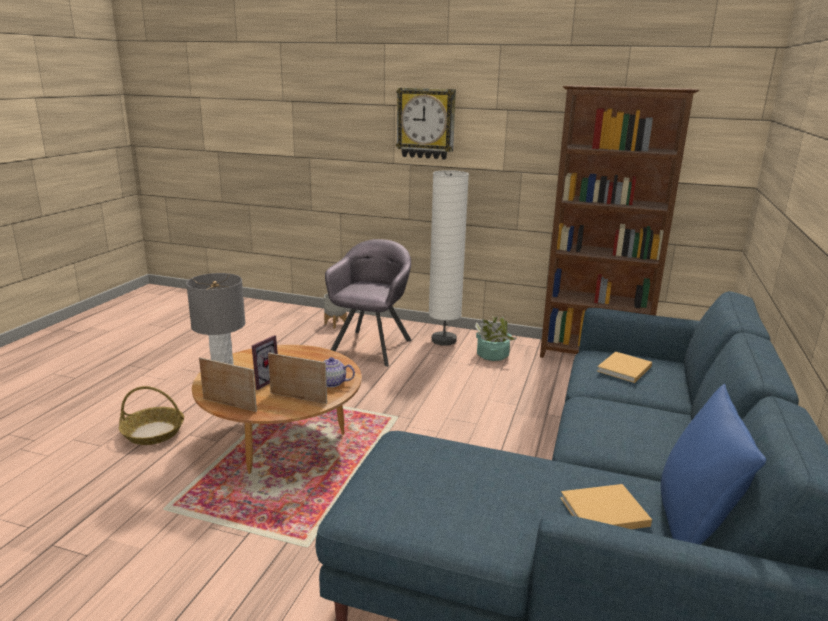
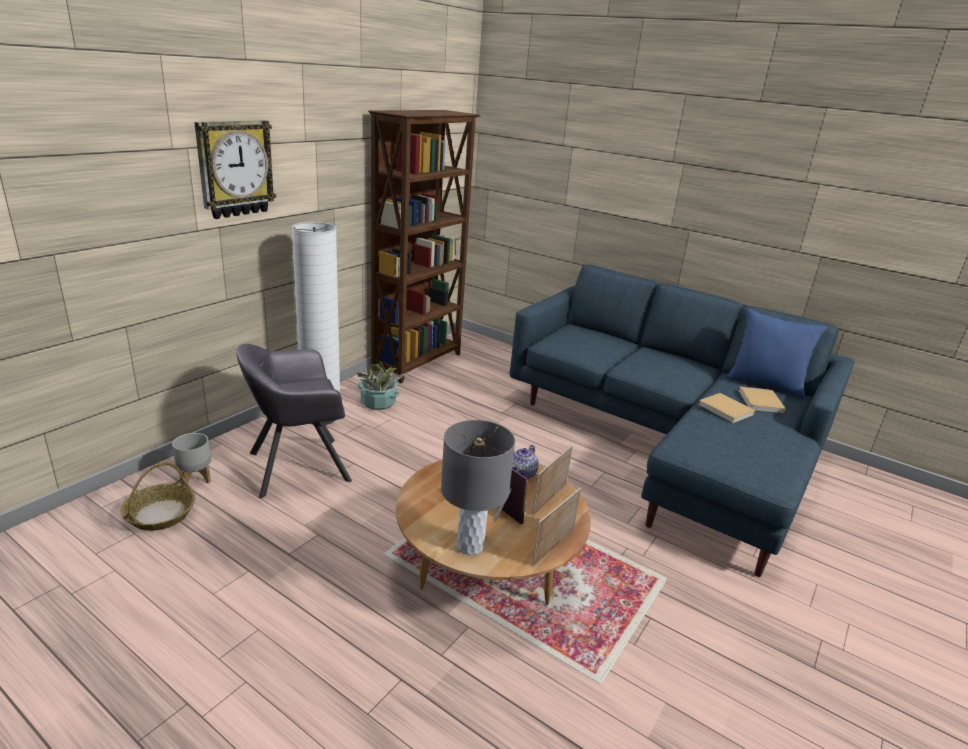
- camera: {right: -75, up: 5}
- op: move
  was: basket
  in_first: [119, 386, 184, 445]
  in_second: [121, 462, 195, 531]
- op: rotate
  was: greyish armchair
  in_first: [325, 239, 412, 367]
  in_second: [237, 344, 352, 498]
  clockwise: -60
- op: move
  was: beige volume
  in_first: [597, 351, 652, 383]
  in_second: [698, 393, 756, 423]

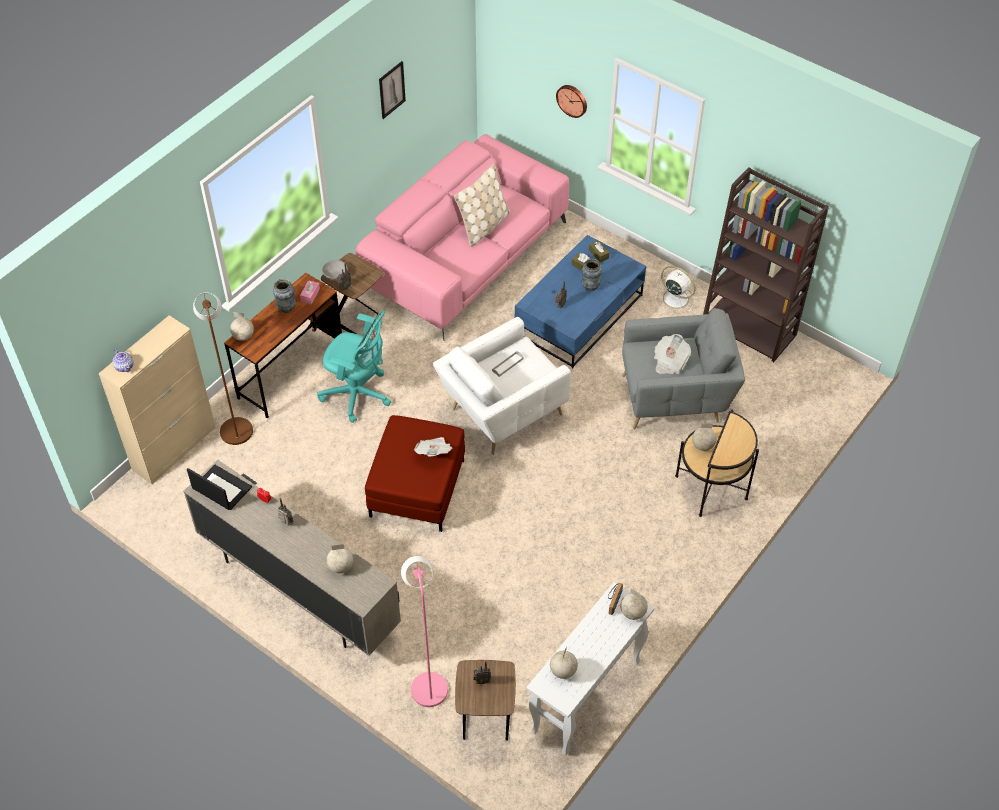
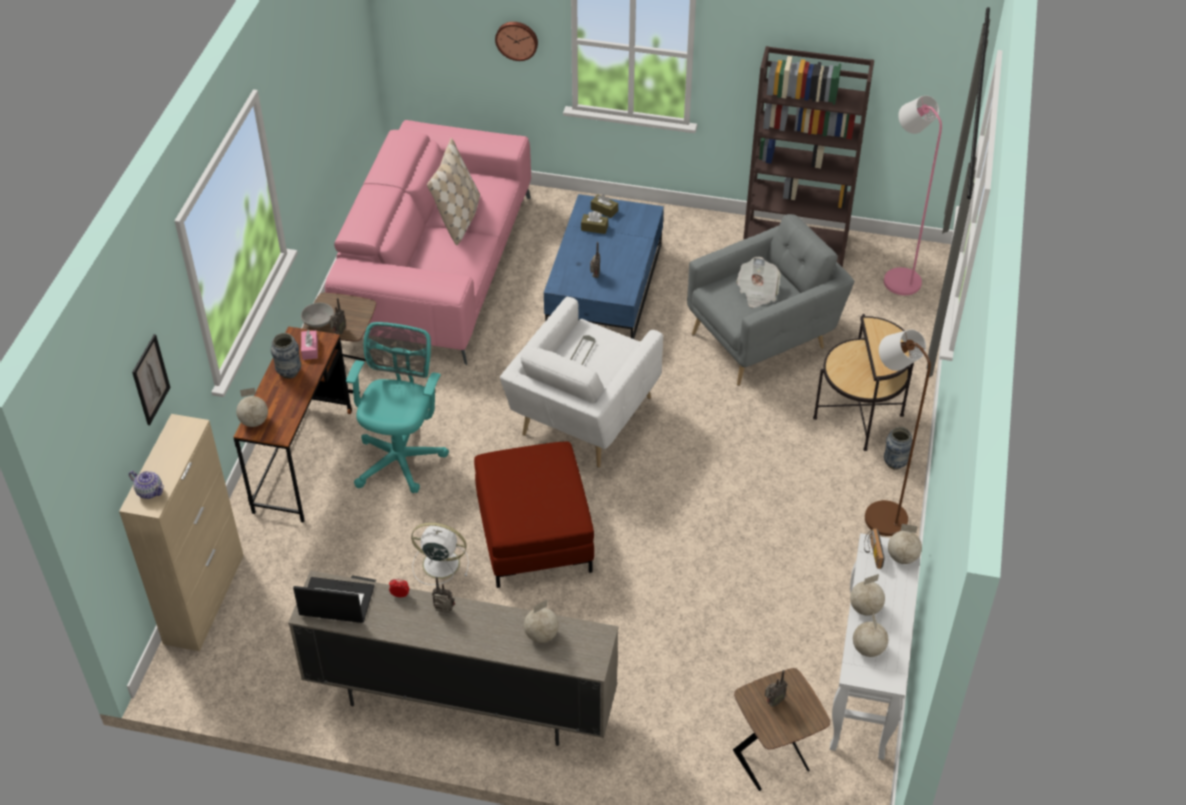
- camera: {right: -25, up: -5}
- op: move
  was: brown-coloured standing lamp
  in_first: [193, 292, 253, 445]
  in_second: [865, 330, 931, 536]
- op: rotate
  was: turquoise desk chair
  in_first: [317, 311, 391, 423]
  in_second: [346, 322, 449, 493]
  clockwise: -75
- op: move
  was: wall art
  in_first: [379, 61, 406, 119]
  in_second: [132, 334, 170, 425]
- op: move
  was: pink-coloured standing lamp
  in_first: [401, 556, 448, 707]
  in_second: [884, 95, 942, 295]
- op: delete
  was: printed paper
  in_first: [414, 437, 453, 457]
- op: move
  was: vase
  in_first: [582, 259, 602, 291]
  in_second: [884, 427, 912, 470]
- op: move
  was: whitish electric fan
  in_first: [656, 266, 696, 312]
  in_second: [411, 522, 469, 585]
- op: move
  was: desk globe
  in_first: [692, 423, 717, 451]
  in_second: [850, 574, 885, 616]

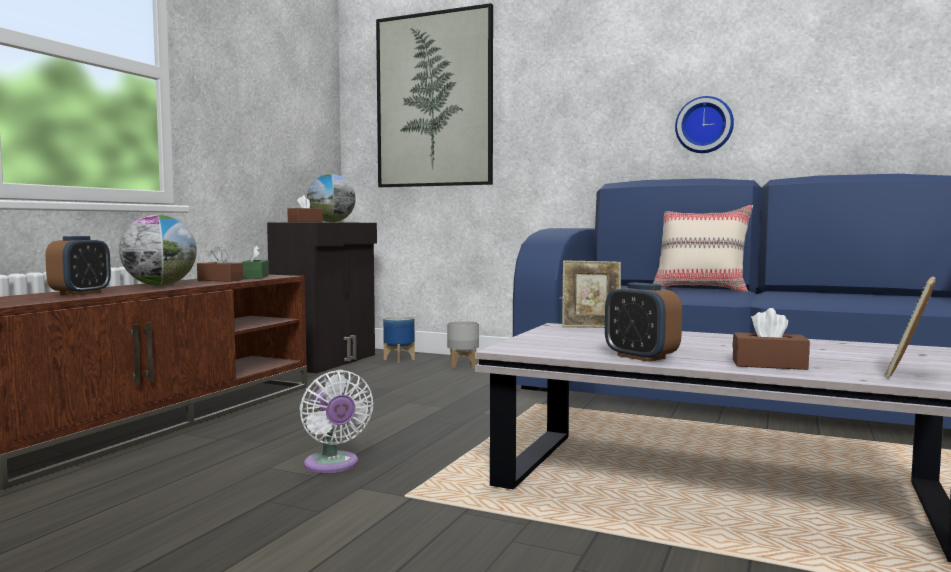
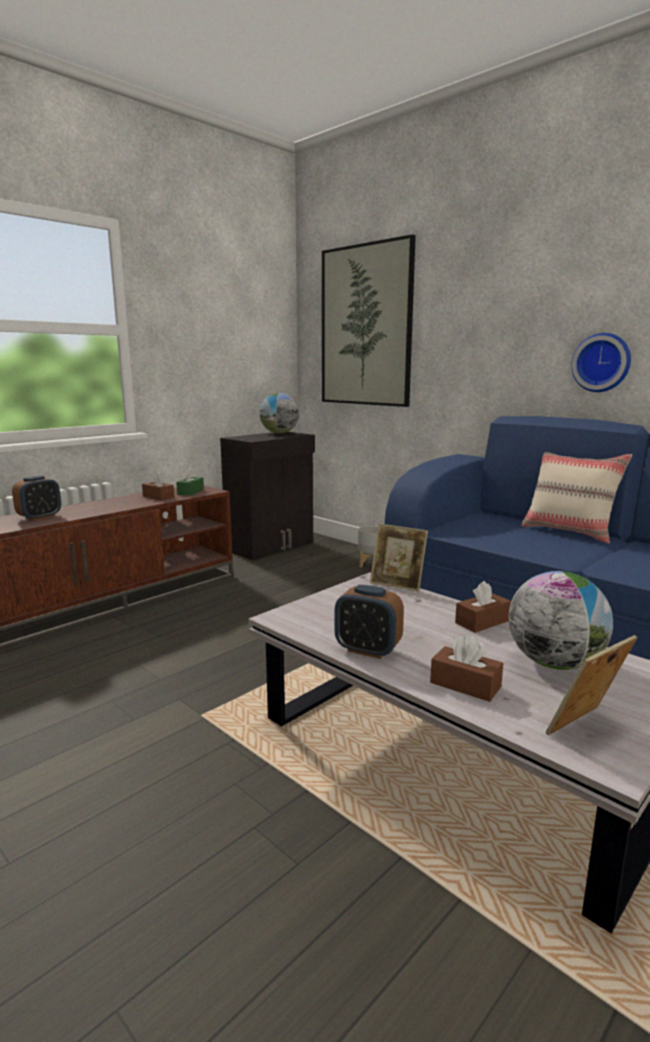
- camera: {right: 20, up: 10}
- op: move
  was: desk globe
  in_first: [119, 215, 197, 286]
  in_second: [509, 571, 613, 670]
- op: move
  was: brown-coloured tissue holder
  in_first: [287, 195, 323, 222]
  in_second: [455, 581, 511, 633]
- op: delete
  was: whitish electric fan
  in_first: [299, 370, 374, 473]
- op: delete
  was: plant pot
  in_first: [383, 316, 415, 363]
- op: rotate
  was: bedside clock
  in_first: [605, 282, 682, 362]
  in_second: [334, 585, 404, 659]
  clockwise: -45

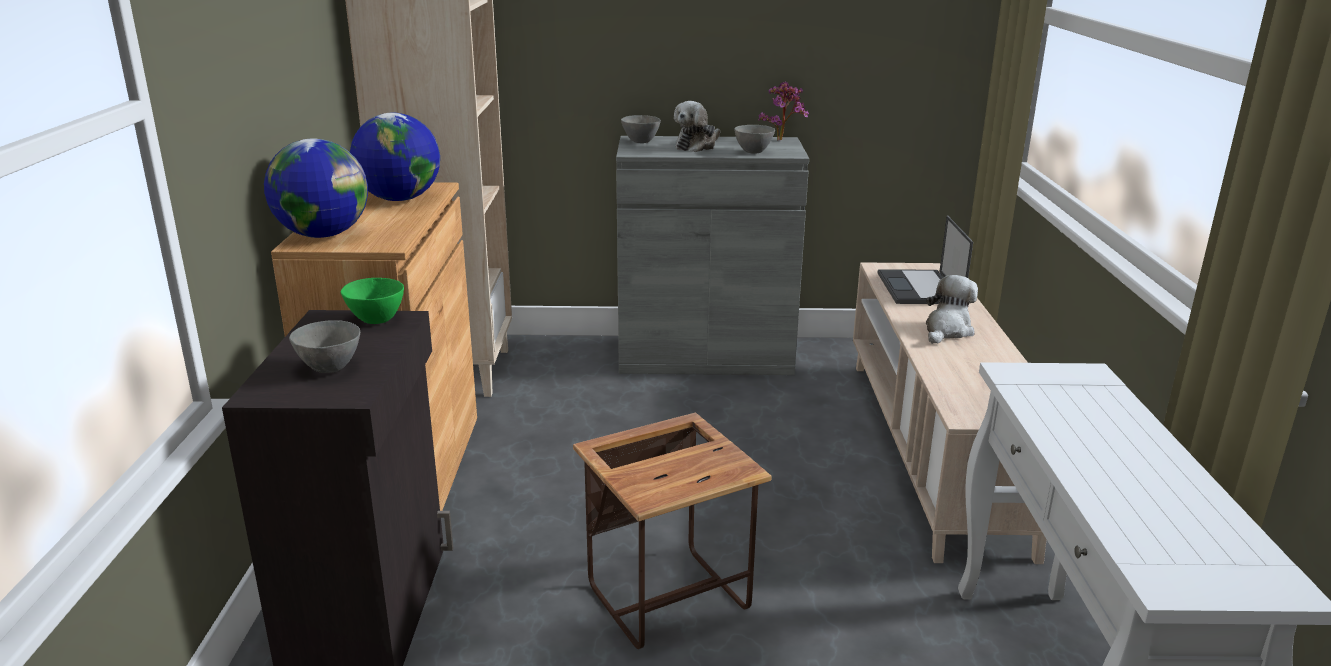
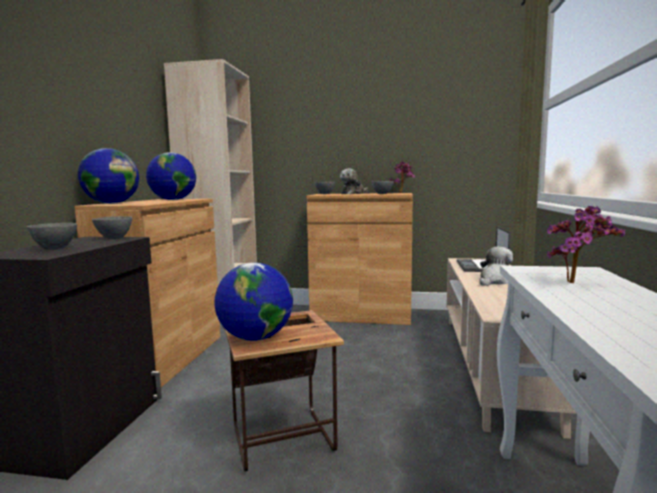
- camera: {right: 10, up: -15}
- op: recolor
  was: green serving bowl
  now: greyish serving bowl
  in_first: [341, 278, 404, 324]
  in_second: [92, 216, 132, 239]
- op: recolor
  was: greyish cupboard
  now: brown-coloured cupboard
  in_first: [616, 136, 809, 375]
  in_second: [307, 193, 413, 325]
- op: insert
  now: desk globe
  in_second: [214, 262, 293, 341]
- op: insert
  now: potted plant
  in_second: [547, 206, 625, 284]

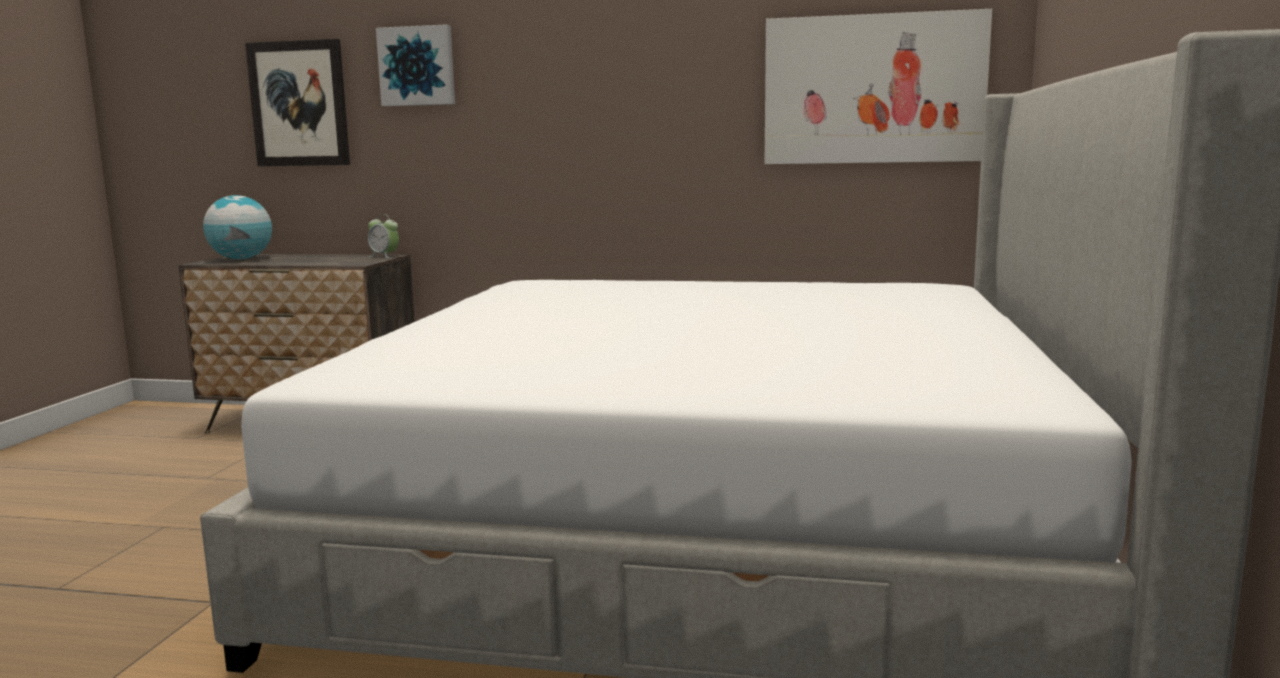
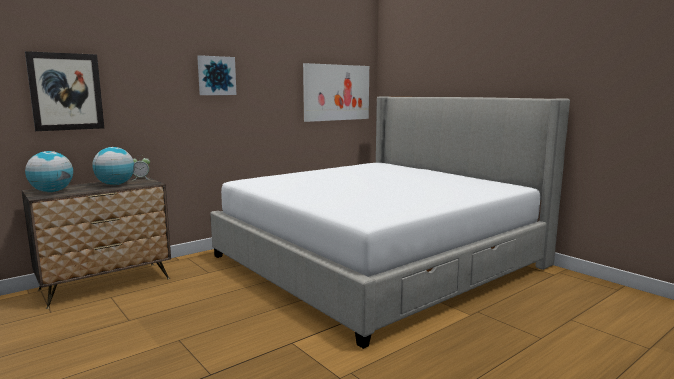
- camera: {right: -50, up: 0}
- op: move
  was: wall art
  in_first: [376, 24, 455, 106]
  in_second: [197, 55, 237, 95]
- op: insert
  now: desk globe
  in_second: [92, 147, 135, 185]

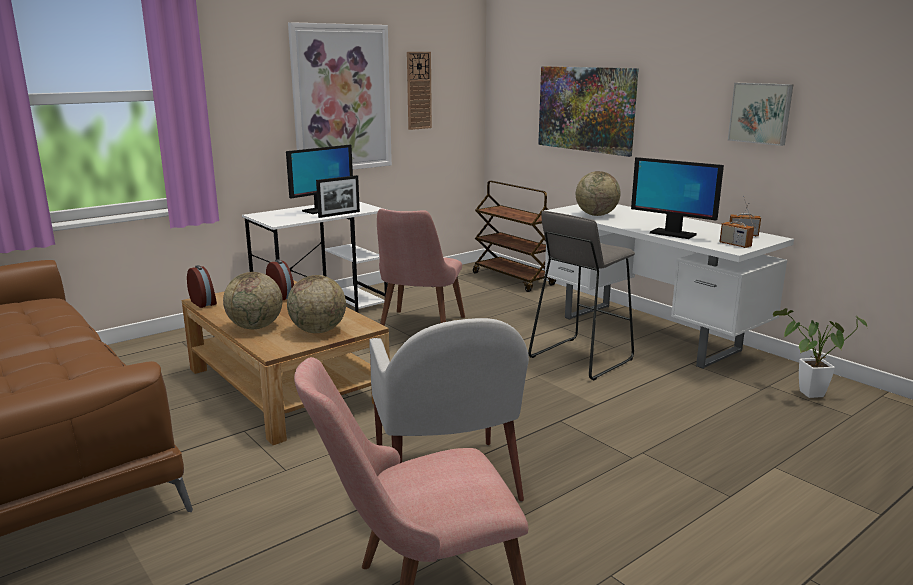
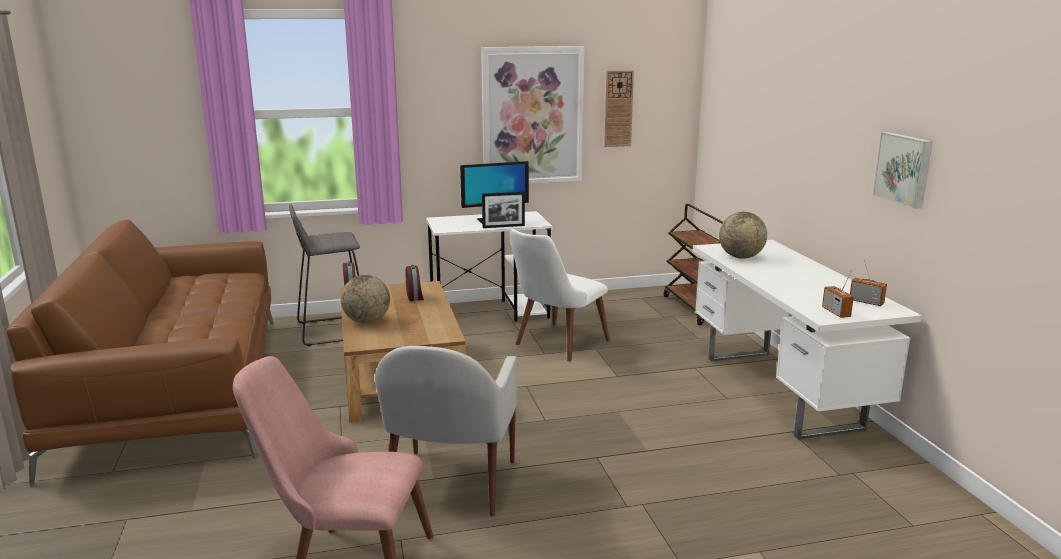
- camera: {right: 25, up: 0}
- op: delete
  was: desk globe
  in_first: [287, 275, 346, 333]
- op: recolor
  was: pink-coloured chair
  now: whitish chair
  in_first: [377, 208, 465, 326]
  in_second: [510, 228, 610, 361]
- op: move
  was: greyish sitting stool
  in_first: [528, 211, 635, 380]
  in_second: [289, 204, 360, 346]
- op: delete
  was: wall art
  in_first: [538, 66, 639, 157]
- op: delete
  was: monitor
  in_first: [631, 157, 724, 239]
- op: delete
  was: potted plant
  in_first: [773, 308, 867, 398]

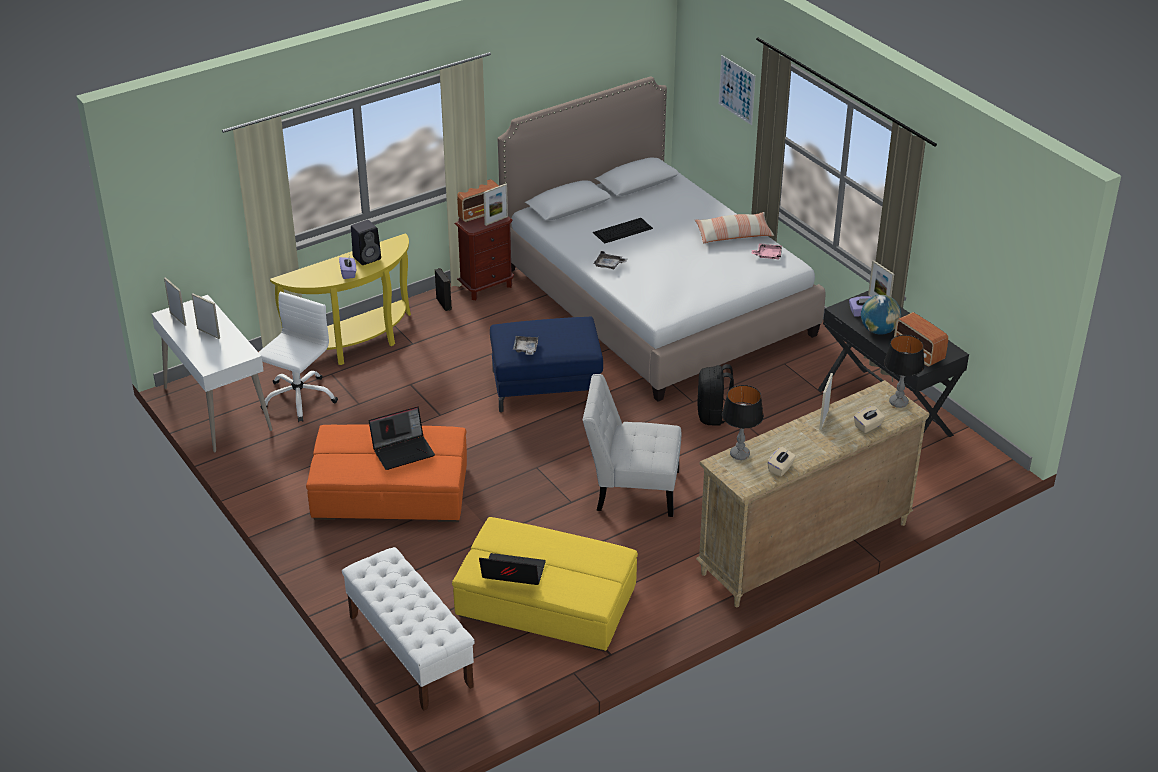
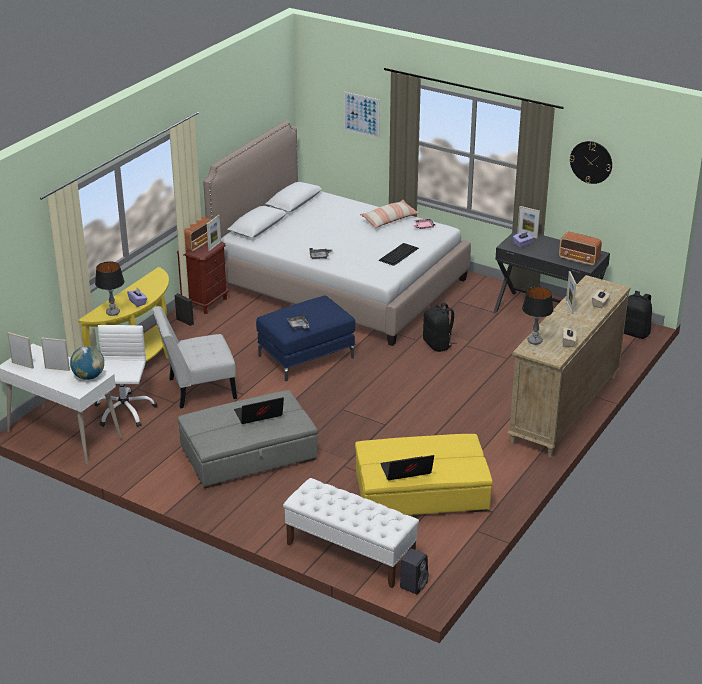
- camera: {right: -25, up: -5}
- op: recolor
  was: orangey pouffe
  now: greyish pouffe
  in_first: [306, 425, 467, 522]
  in_second: [177, 390, 318, 488]
- op: move
  was: black-coloured speaker
  in_first: [351, 220, 381, 265]
  in_second: [400, 548, 429, 594]
- op: rotate
  was: portable computer
  in_first: [369, 406, 435, 470]
  in_second: [234, 397, 284, 424]
  clockwise: -150
- op: move
  was: whitish chair
  in_first: [583, 374, 681, 517]
  in_second: [152, 306, 237, 409]
- op: move
  was: keyboard
  in_first: [593, 218, 653, 244]
  in_second: [378, 243, 419, 266]
- op: move
  was: desk globe
  in_first: [861, 295, 901, 335]
  in_second: [70, 346, 104, 380]
- op: move
  was: lamp for a table
  in_first: [884, 335, 925, 408]
  in_second: [95, 261, 125, 316]
- op: insert
  now: clock on the wall
  in_second: [570, 141, 612, 184]
- op: insert
  now: black-coloured backpack
  in_second: [624, 291, 652, 339]

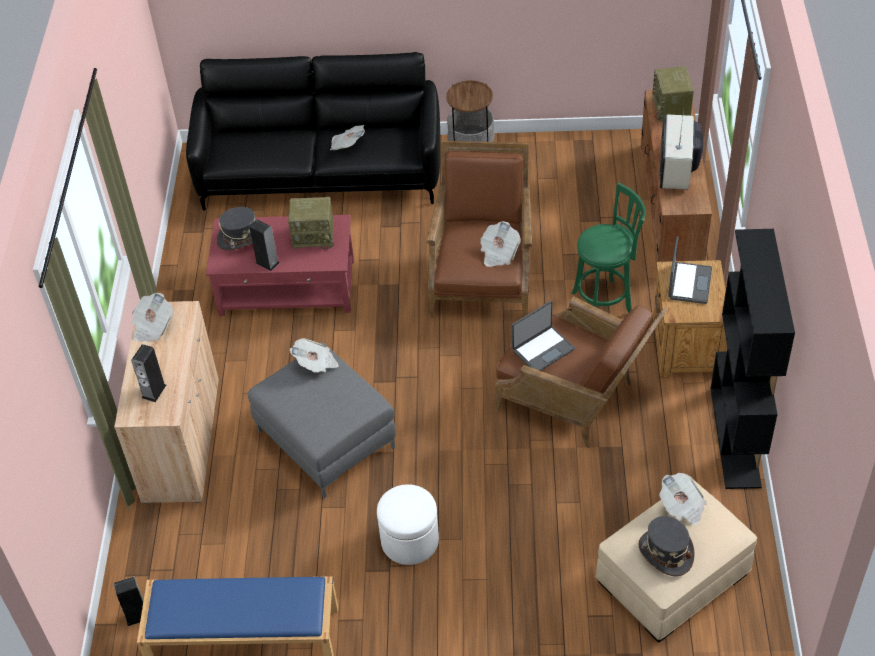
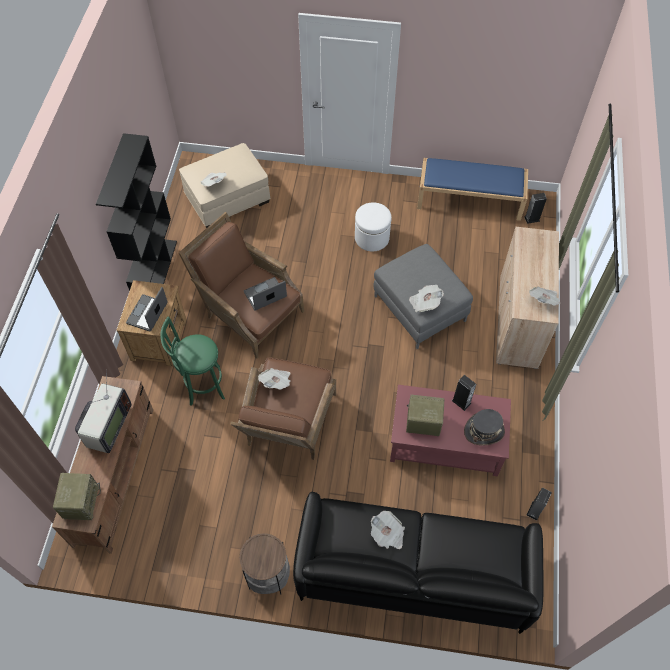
- camera: {right: -175, up: 10}
- op: move
  was: speaker
  in_first: [131, 344, 166, 402]
  in_second: [527, 488, 552, 520]
- op: delete
  was: greyish hat
  in_first: [639, 516, 695, 576]

